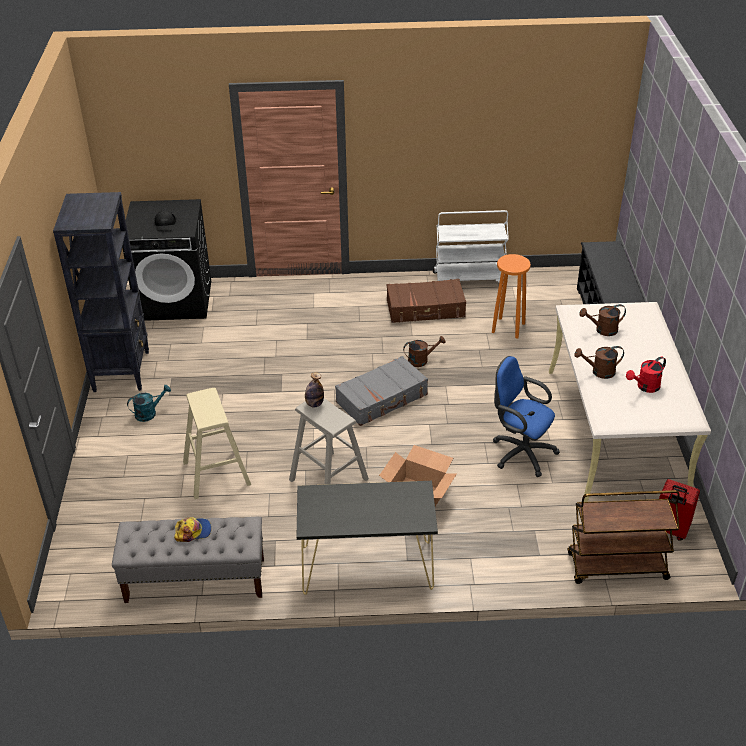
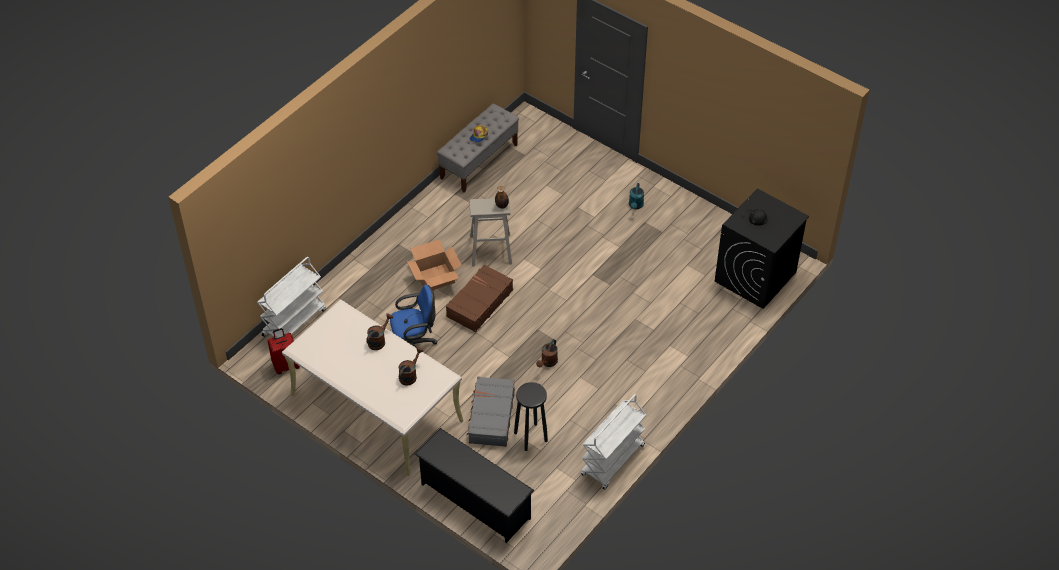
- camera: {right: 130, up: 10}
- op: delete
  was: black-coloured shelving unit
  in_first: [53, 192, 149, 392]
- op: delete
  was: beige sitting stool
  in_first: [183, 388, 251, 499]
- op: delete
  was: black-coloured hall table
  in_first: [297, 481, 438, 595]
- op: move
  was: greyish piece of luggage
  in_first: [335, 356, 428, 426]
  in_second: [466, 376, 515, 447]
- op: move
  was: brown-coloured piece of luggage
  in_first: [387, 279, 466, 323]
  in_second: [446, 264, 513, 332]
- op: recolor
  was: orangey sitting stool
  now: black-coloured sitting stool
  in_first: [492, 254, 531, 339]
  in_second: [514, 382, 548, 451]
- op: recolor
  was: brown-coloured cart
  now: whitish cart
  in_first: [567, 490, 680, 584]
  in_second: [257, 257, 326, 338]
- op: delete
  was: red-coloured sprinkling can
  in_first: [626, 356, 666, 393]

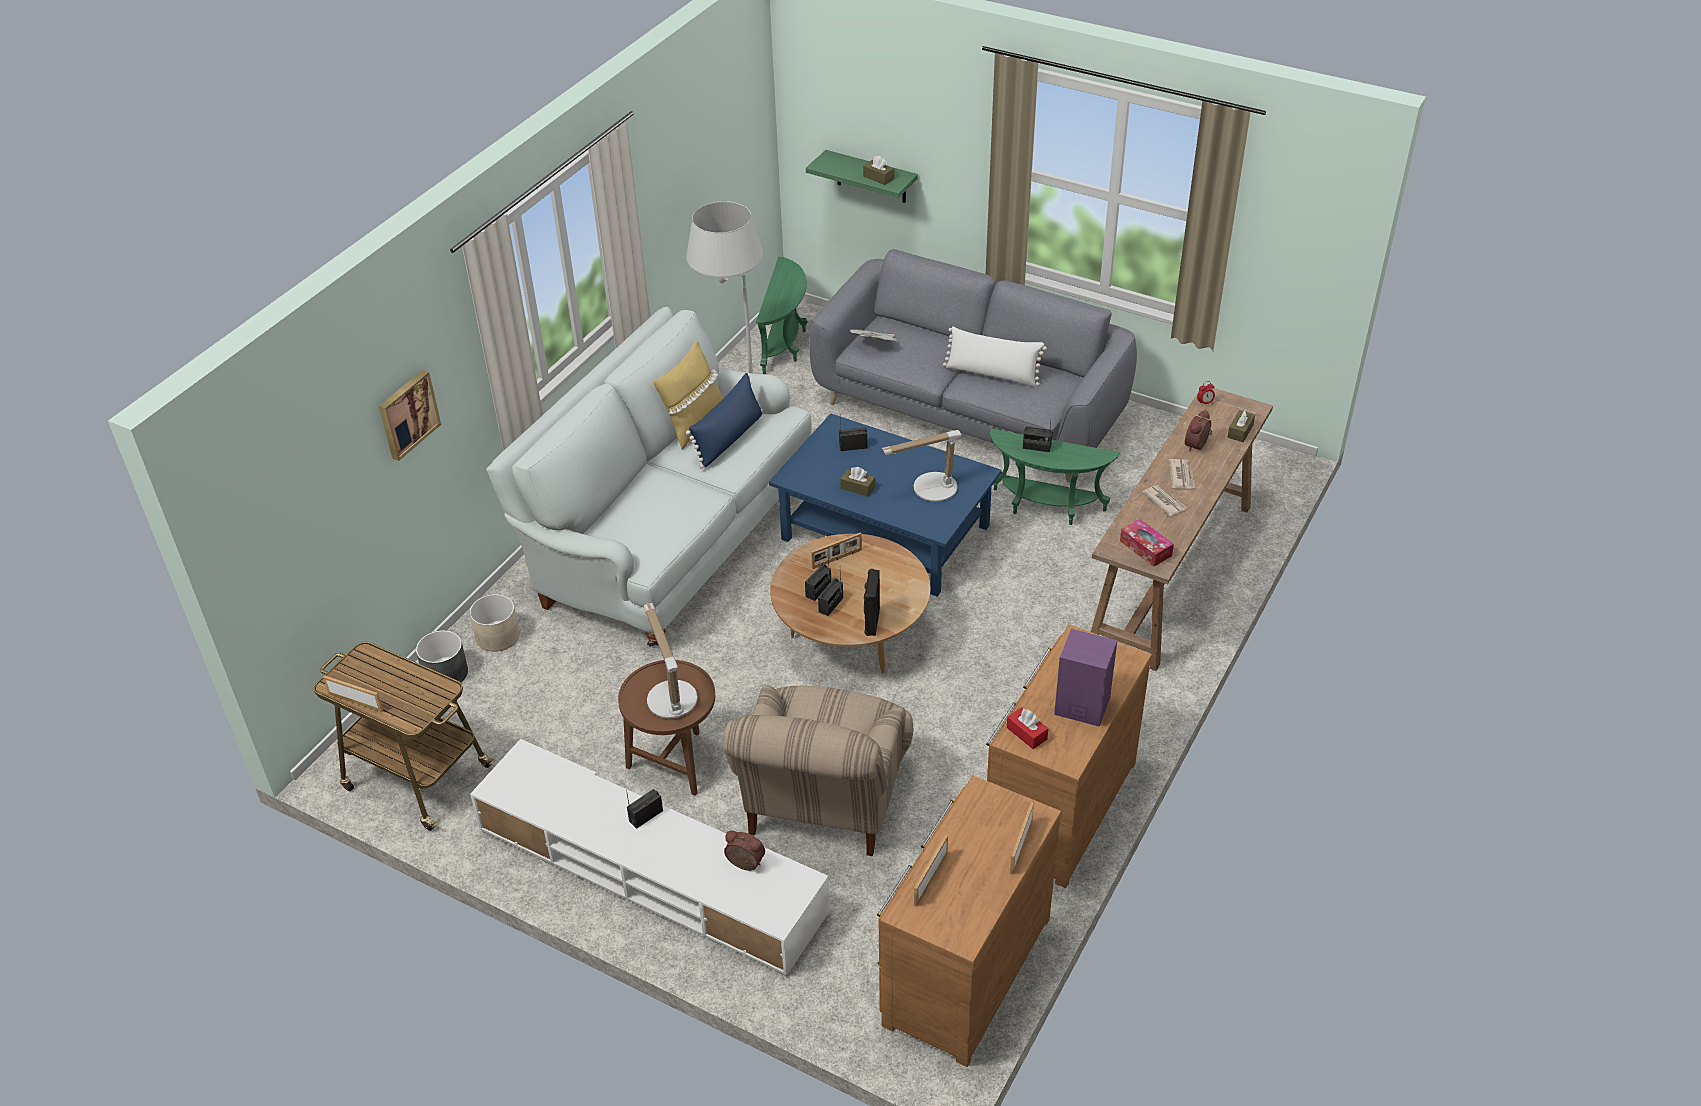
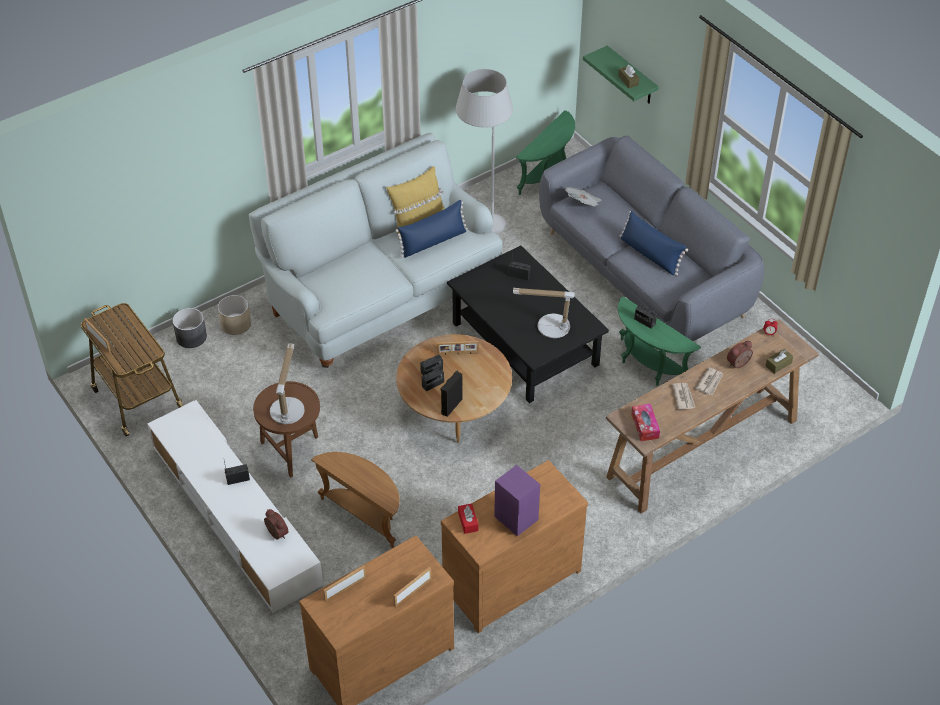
- camera: {right: 25, up: 5}
- op: delete
  was: wall art
  in_first: [379, 370, 441, 461]
- op: replace
  was: beige armchair
  now: brown-coloured side table
  in_first: [723, 685, 913, 856]
  in_second: [311, 452, 400, 548]
- op: recolor
  was: bluish coffee table
  now: black-coloured coffee table
  in_first: [769, 413, 1002, 597]
  in_second: [447, 246, 609, 403]
- op: delete
  was: brown-coloured tissue holder
  in_first: [840, 467, 875, 497]
- op: recolor
  was: whitish cushion
  now: bluish cushion
  in_first: [943, 326, 1047, 387]
  in_second: [620, 211, 688, 276]

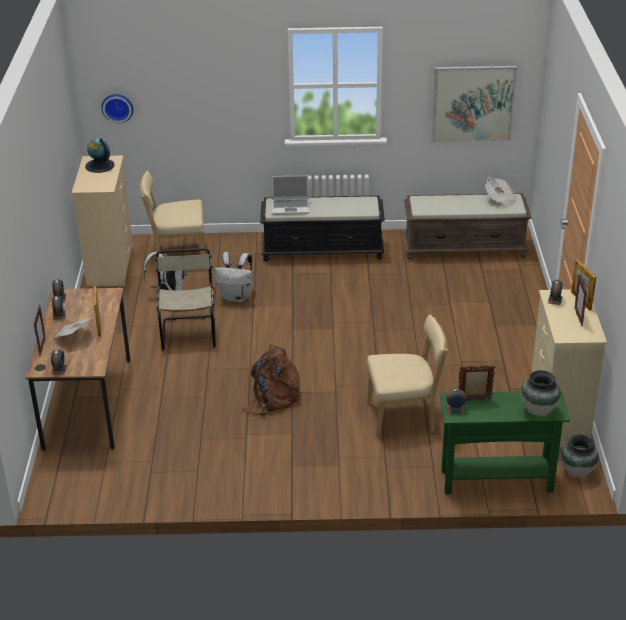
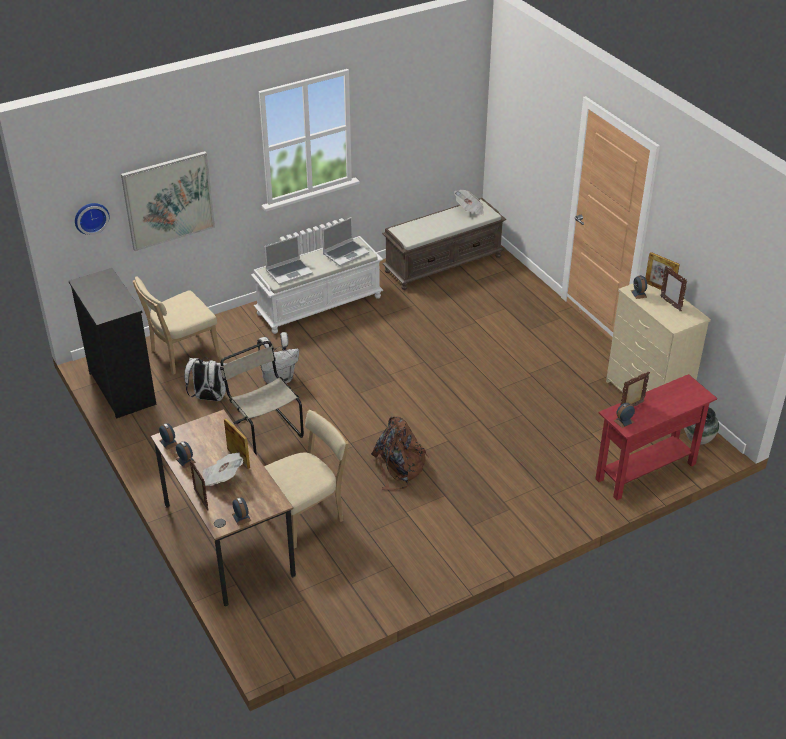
- camera: {right: -30, up: 5}
- op: recolor
  was: beige dresser
  now: black-coloured dresser
  in_first: [72, 155, 133, 287]
  in_second: [69, 268, 156, 419]
- op: delete
  was: desk globe
  in_first: [85, 138, 115, 173]
- op: recolor
  was: black-coloured bench
  now: whitish bench
  in_first: [260, 195, 385, 262]
  in_second: [251, 236, 383, 334]
- op: move
  was: beige chair
  in_first: [367, 314, 448, 438]
  in_second: [264, 410, 349, 549]
- op: move
  was: wall art
  in_first: [431, 66, 517, 142]
  in_second: [121, 151, 215, 251]
- op: recolor
  was: green hall table
  now: red-coloured hall table
  in_first: [440, 391, 570, 494]
  in_second: [595, 374, 717, 500]
- op: delete
  was: vase
  in_first: [520, 370, 561, 416]
- op: insert
  now: portable computer
  in_second: [322, 217, 369, 266]

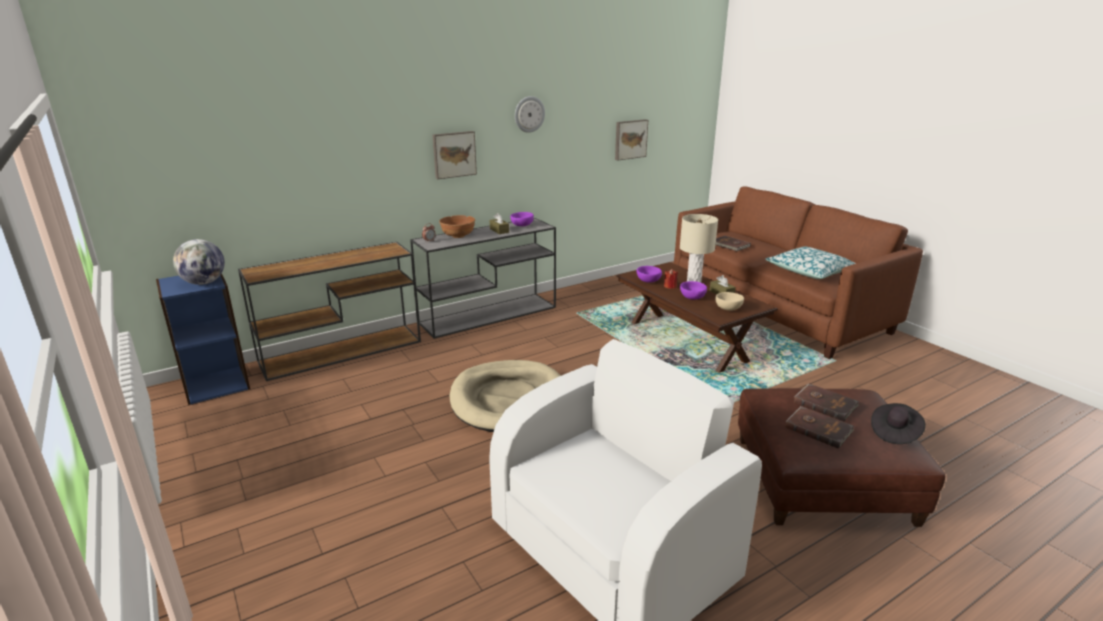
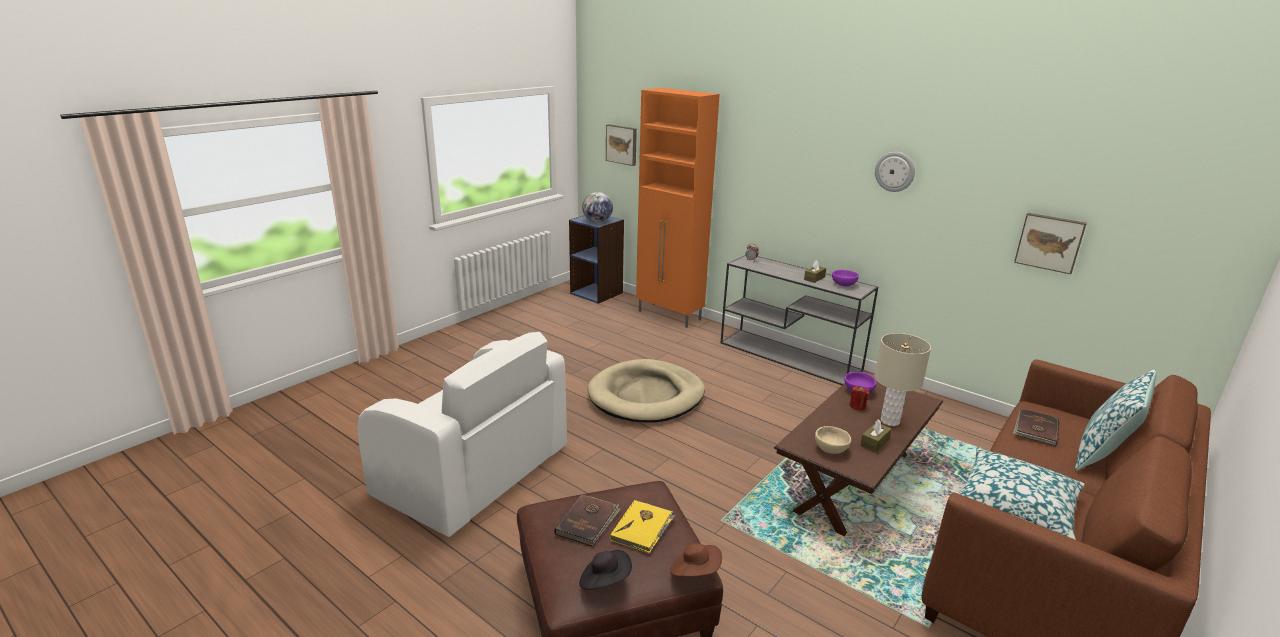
- camera: {right: 70, up: 0}
- op: replace
  was: brown-coloured hall table
  now: orangey cupboard
  in_first: [238, 242, 421, 381]
  in_second: [636, 88, 720, 328]
- op: move
  was: wall art
  in_first: [433, 131, 477, 179]
  in_second: [606, 124, 637, 166]
- op: delete
  was: brown-coloured serving bowl
  in_first: [439, 215, 475, 238]
- op: delete
  was: purple serving bowl
  in_first: [680, 281, 707, 300]
- op: recolor
  was: brown-coloured volume
  now: yellow volume
  in_first: [794, 384, 859, 421]
  in_second: [610, 500, 675, 554]
- op: insert
  now: brown-coloured hat
  in_second: [670, 543, 722, 577]
- op: insert
  now: cushion
  in_second: [1075, 369, 1157, 471]

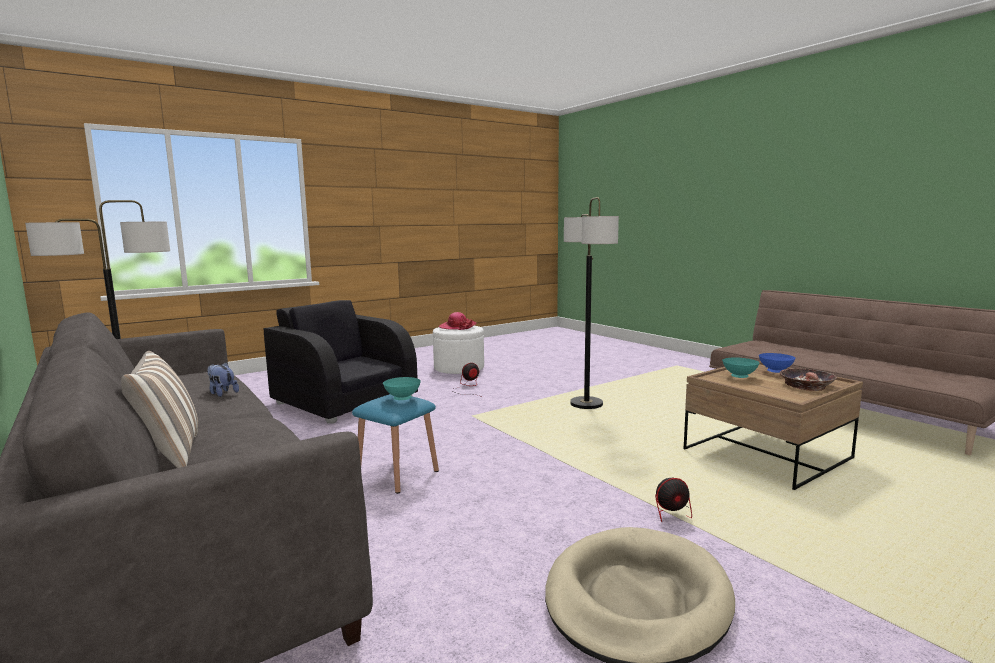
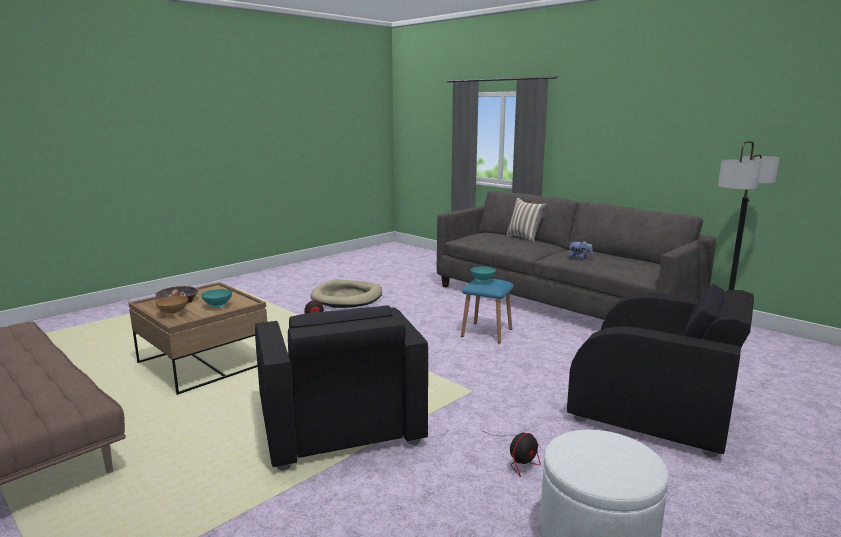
- camera: {right: 170, up: 5}
- op: delete
  was: hat
  in_first: [439, 312, 476, 330]
- op: replace
  was: standing lamp
  now: black-coloured armchair
  in_first: [564, 197, 619, 409]
  in_second: [255, 305, 428, 470]
- op: recolor
  was: bluish serving bowl
  now: brown-coloured serving bowl
  in_first: [759, 353, 795, 373]
  in_second: [155, 296, 188, 316]

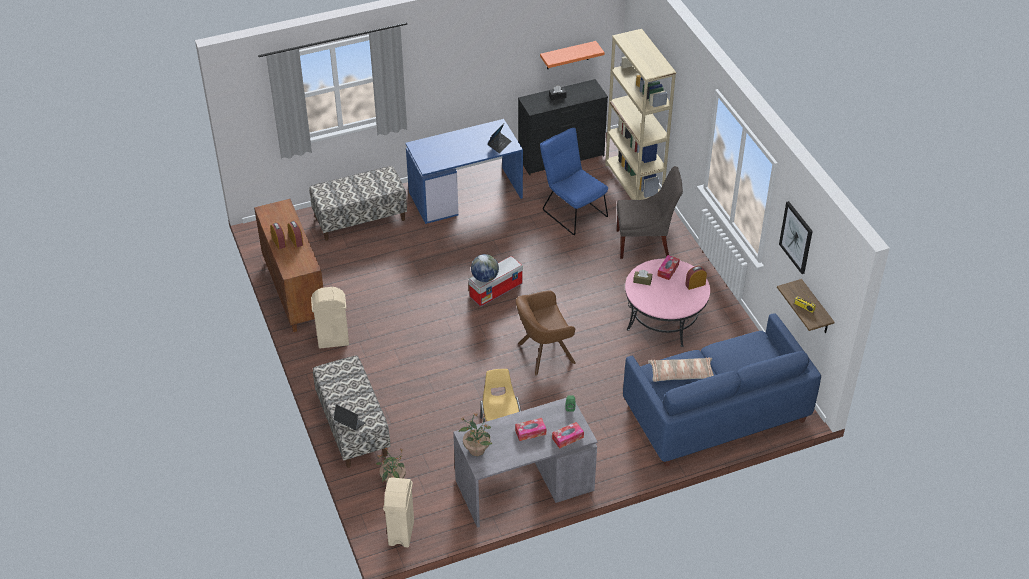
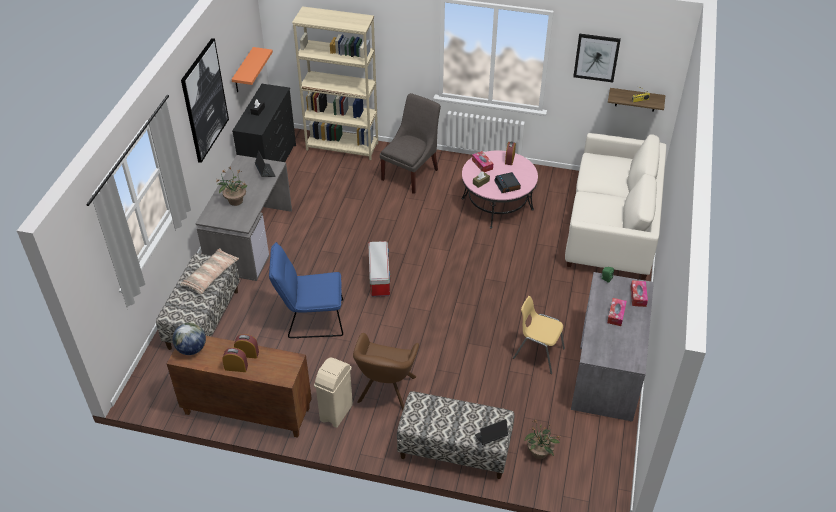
- camera: {right: -55, up: 0}
- op: delete
  was: beige rubbish bin
  in_first: [383, 477, 414, 547]
- op: recolor
  was: bluish desk
  now: greyish desk
  in_first: [405, 119, 523, 224]
  in_second: [195, 155, 292, 281]
- op: move
  was: potted plant
  in_first: [459, 413, 492, 456]
  in_second: [216, 167, 247, 206]
- op: move
  was: desk globe
  in_first: [471, 254, 499, 282]
  in_second: [172, 323, 206, 355]
- op: move
  was: brown-coloured armchair
  in_first: [516, 290, 576, 375]
  in_second: [353, 333, 419, 410]
- op: move
  was: bluish chair
  in_first: [540, 128, 608, 235]
  in_second: [269, 242, 343, 339]
- op: recolor
  was: bluish sofa
  now: whitish sofa
  in_first: [623, 313, 821, 467]
  in_second: [565, 133, 666, 280]
- op: move
  was: cushion
  in_first: [648, 357, 714, 382]
  in_second: [180, 248, 239, 294]
- op: insert
  now: wall art
  in_second: [181, 38, 229, 163]
- op: insert
  now: bedside clock
  in_second: [494, 172, 521, 193]

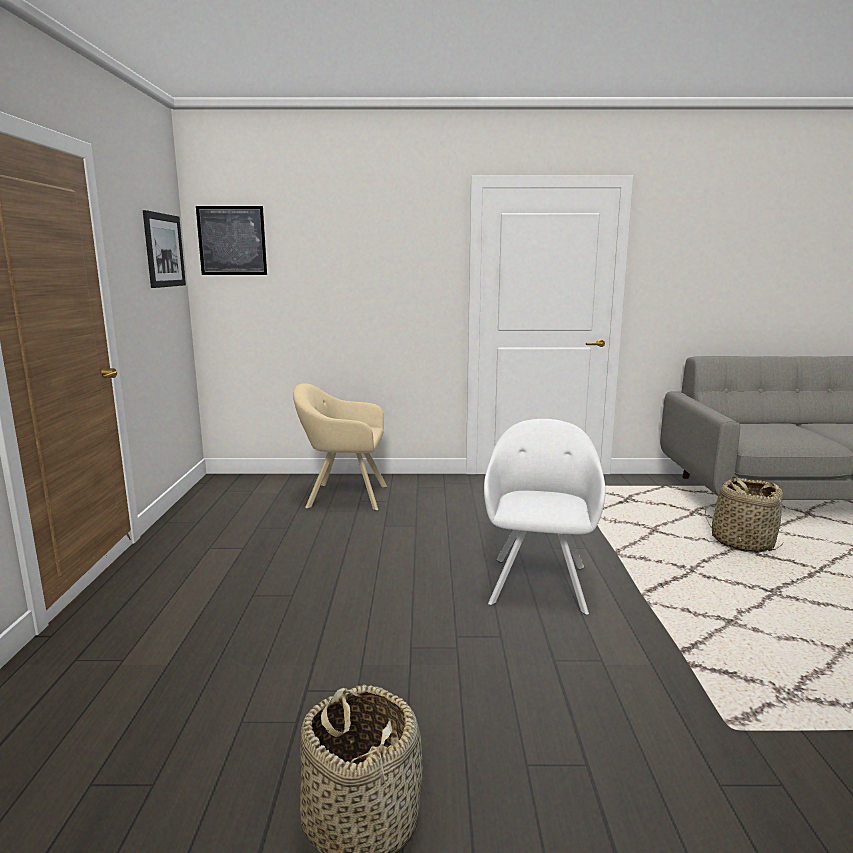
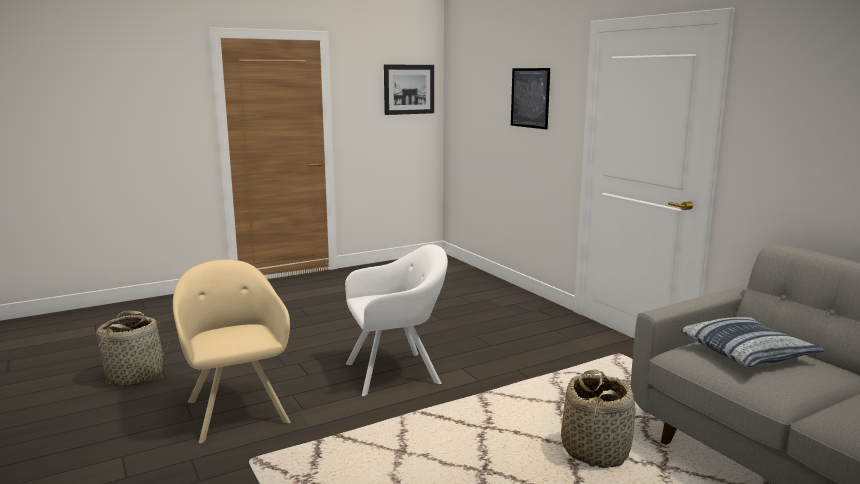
- camera: {right: 60, up: 0}
- op: move
  was: wall art
  in_first: [196, 206, 267, 275]
  in_second: [511, 68, 550, 130]
- op: move
  was: beige armchair
  in_first: [293, 383, 387, 511]
  in_second: [173, 260, 291, 444]
- op: insert
  now: cushion
  in_second: [680, 317, 825, 368]

